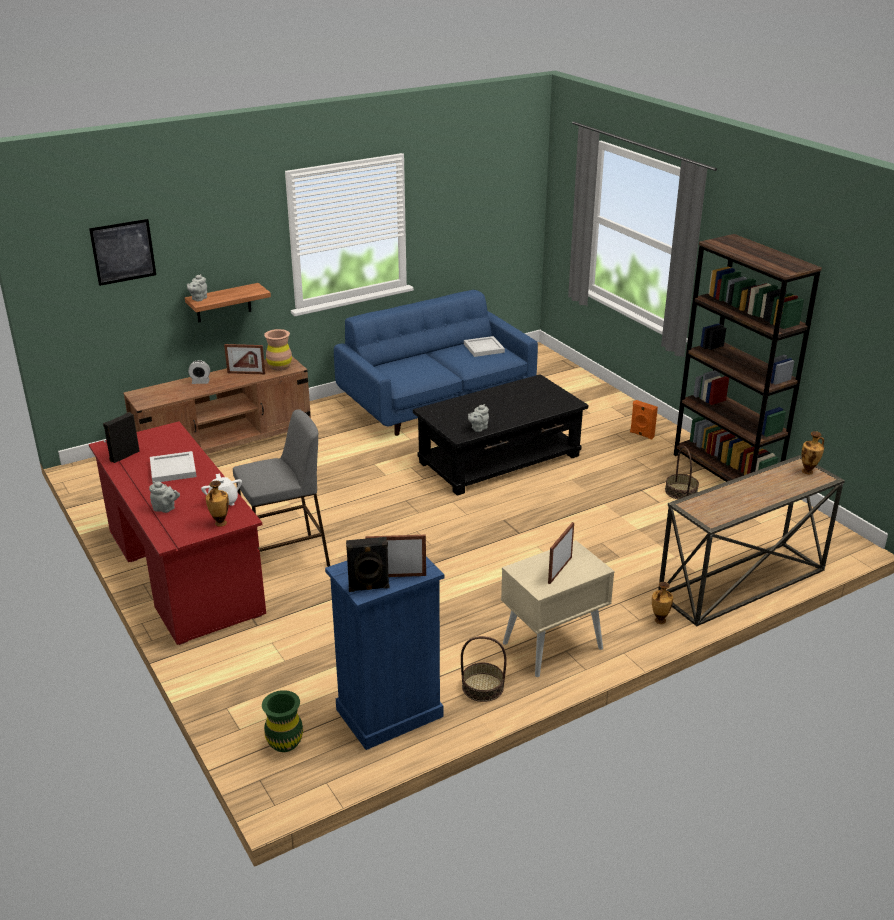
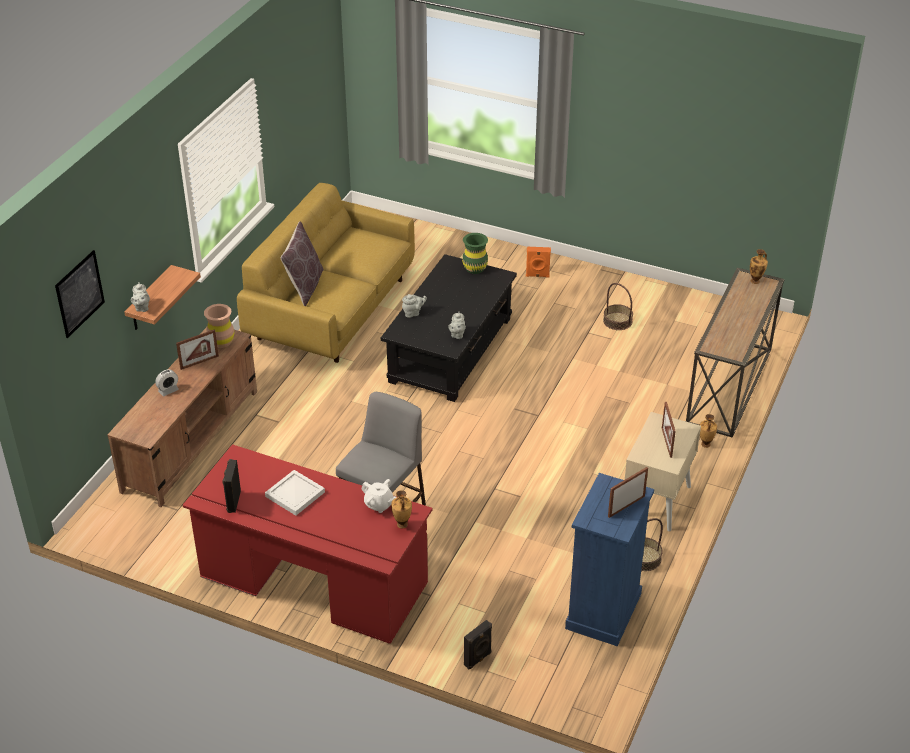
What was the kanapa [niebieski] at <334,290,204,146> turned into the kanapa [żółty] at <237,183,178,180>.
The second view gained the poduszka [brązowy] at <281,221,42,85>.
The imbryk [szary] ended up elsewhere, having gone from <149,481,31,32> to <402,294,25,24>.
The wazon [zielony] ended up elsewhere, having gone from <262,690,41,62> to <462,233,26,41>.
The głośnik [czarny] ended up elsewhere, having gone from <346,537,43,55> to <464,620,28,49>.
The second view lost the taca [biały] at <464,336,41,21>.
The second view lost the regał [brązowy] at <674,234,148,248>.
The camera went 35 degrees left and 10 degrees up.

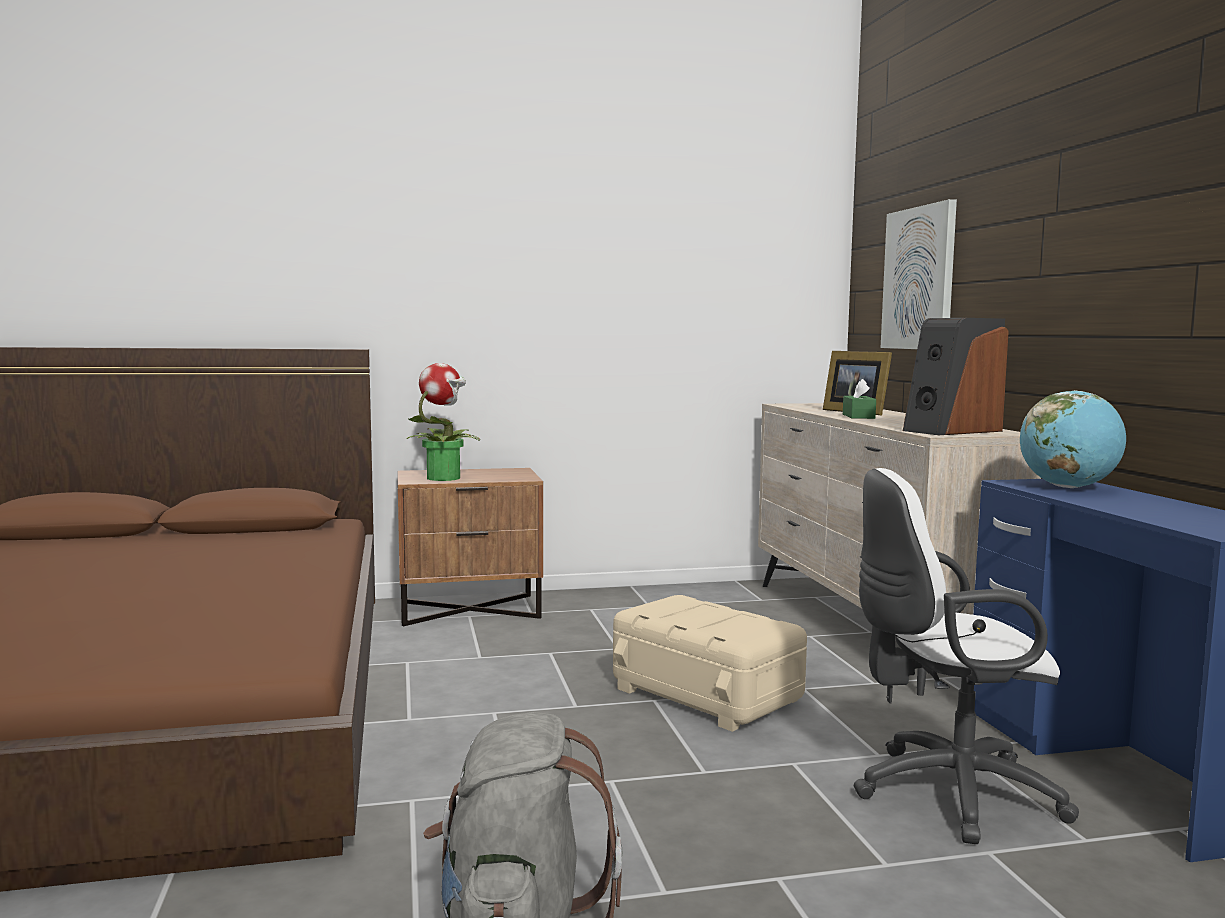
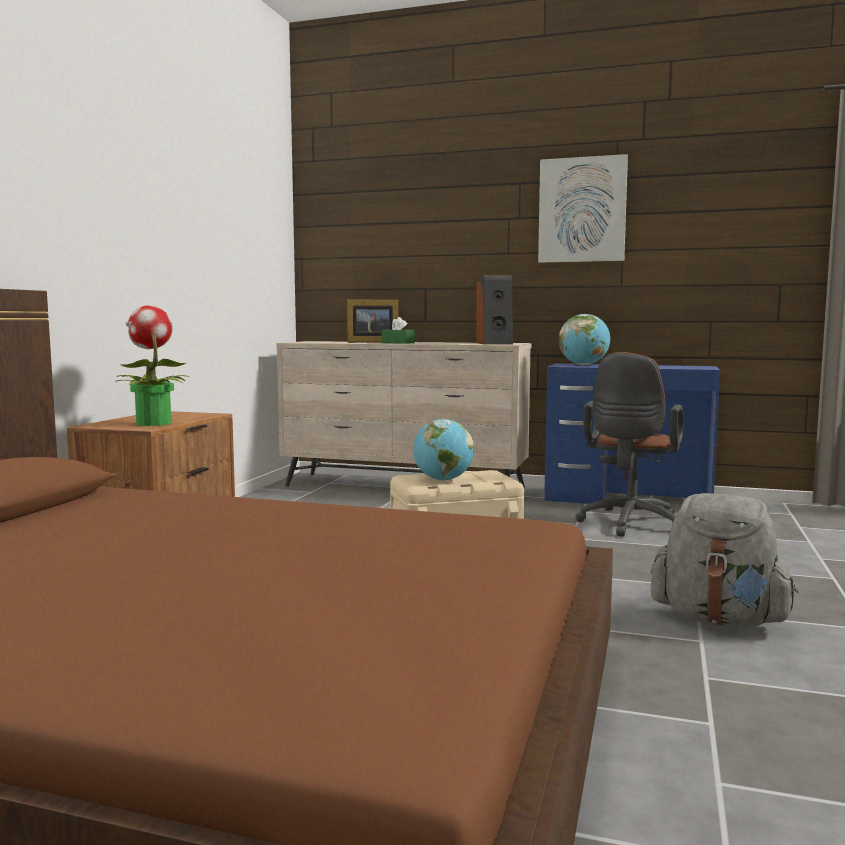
The second view gained the globus at <413,419,61,62>.
The obraz ended up elsewhere, having gone from <881,199,76,150> to <538,154,90,109>.
What was the krzesło biurowe [biały] at <854,468,225,376> turned into the krzesło biurowe [brązowy] at <575,352,109,185>.
The camera went 60 degrees left and 0 degrees up.

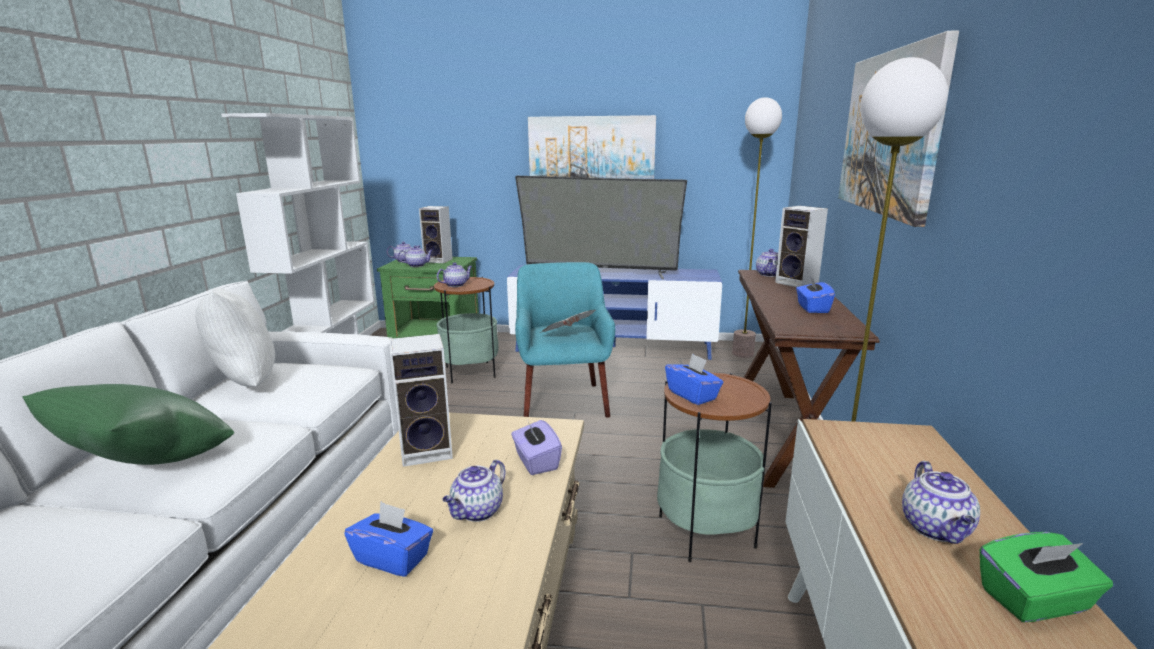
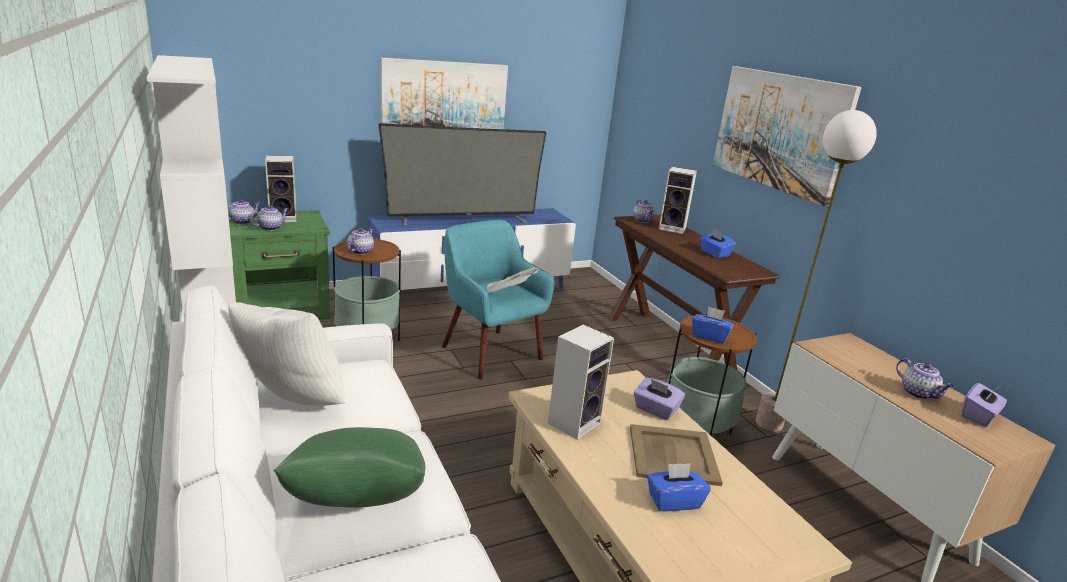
Where the imbryk stood at <442,460,64,62>, the taca [beżowy] came to stand at <630,424,93,62>.
What was the pudełko chusteczek [zielony] at <980,532,133,90> turned into the pudełko chusteczek [fioletowy] at <961,383,46,44>.
The second view lost the lampa stojąca at <732,97,50,261>.
The camera went 35 degrees left and 5 degrees up.

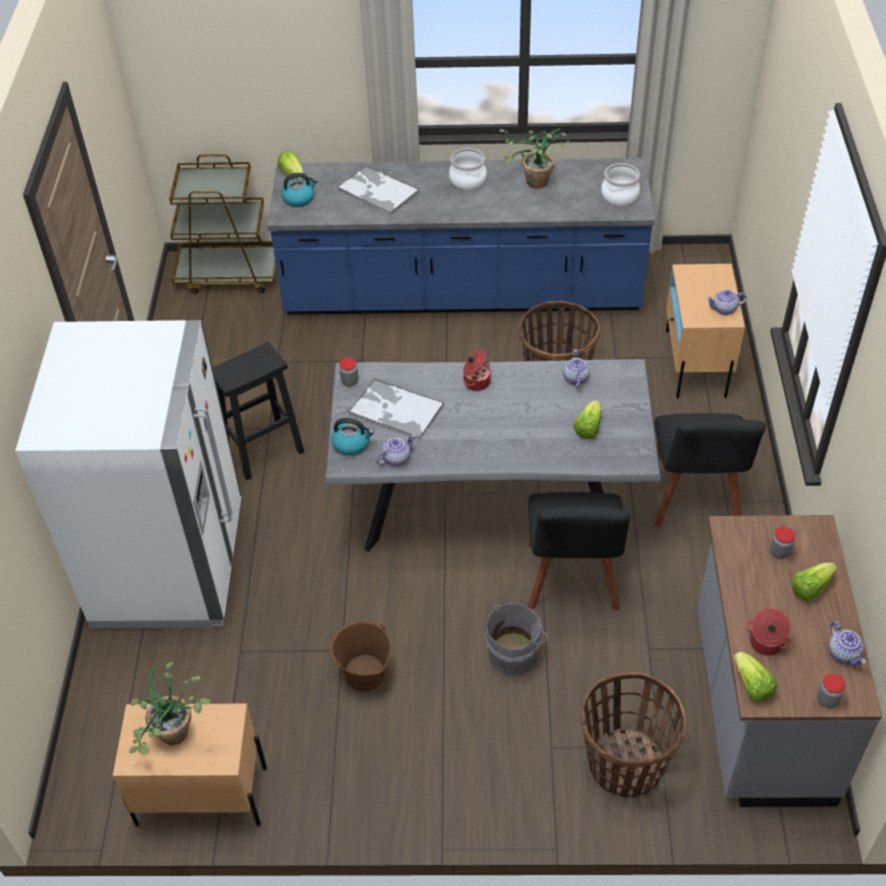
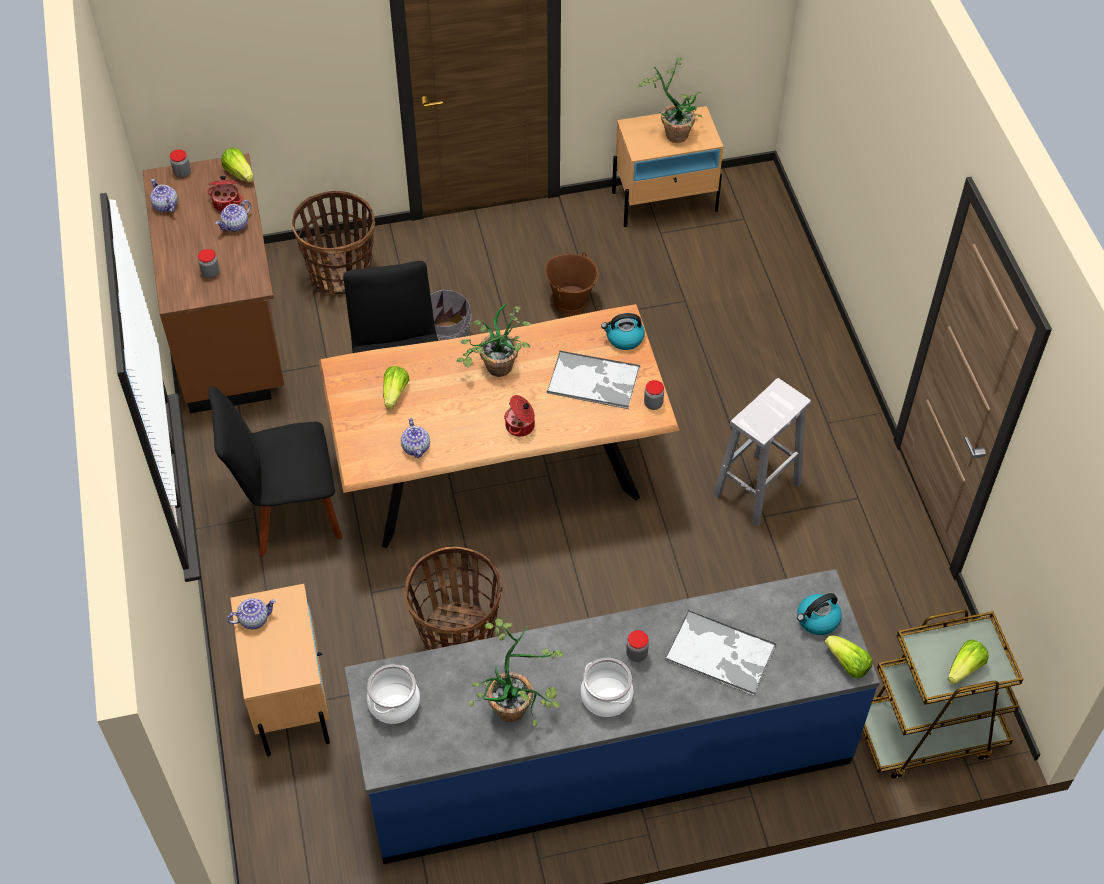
What was the zabudowa kuchenna [szary] at <697,515,185,292> turned into the zabudowa kuchenna [brązowy] at <143,154,141,259>.
The krzesło [czarny] at <654,413,112,114> ended up facing another way, 90 degrees counterclockwise from before.
The imbryk ended up elsewhere, having gone from <376,435,39,31> to <215,200,36,32>.
What was the stół jadalny [szary] at <324,359,338,193> turned into the stół jadalny [brązowy] at <319,304,361,244>.
The second view gained the roślina doniczkowa at <457,304,74,73>.
The second view gained the słoik at <626,630,23,32>.
What was the stołek [czarny] at <212,342,92,138> turned into the stołek [biały] at <713,378,98,149>.
The sałata ended up elsewhere, having gone from <791,562,46,40> to <948,640,41,44>.
The second view lost the lodówka [biały] at <16,320,225,309>.
The camera went 165 degrees right and 5 degrees up.

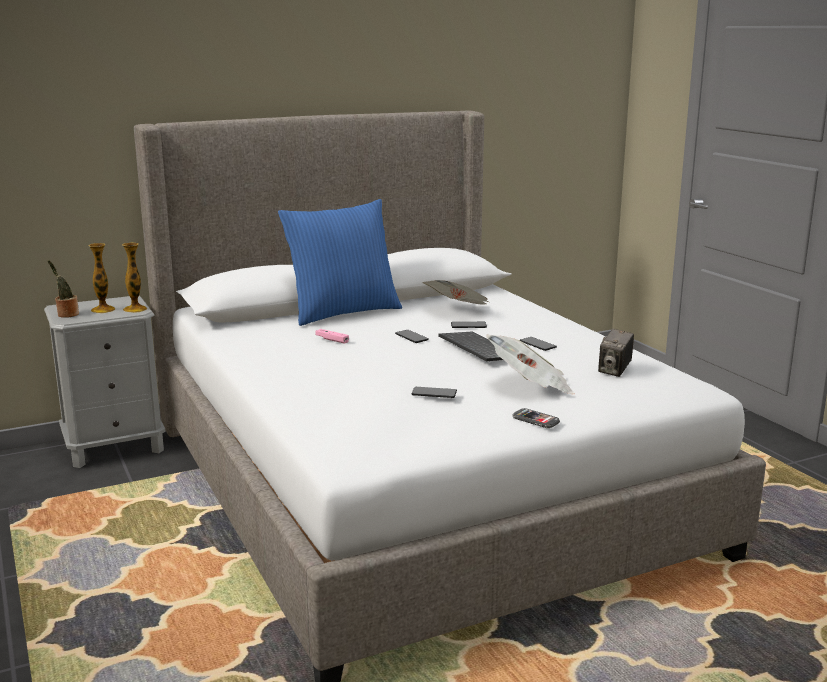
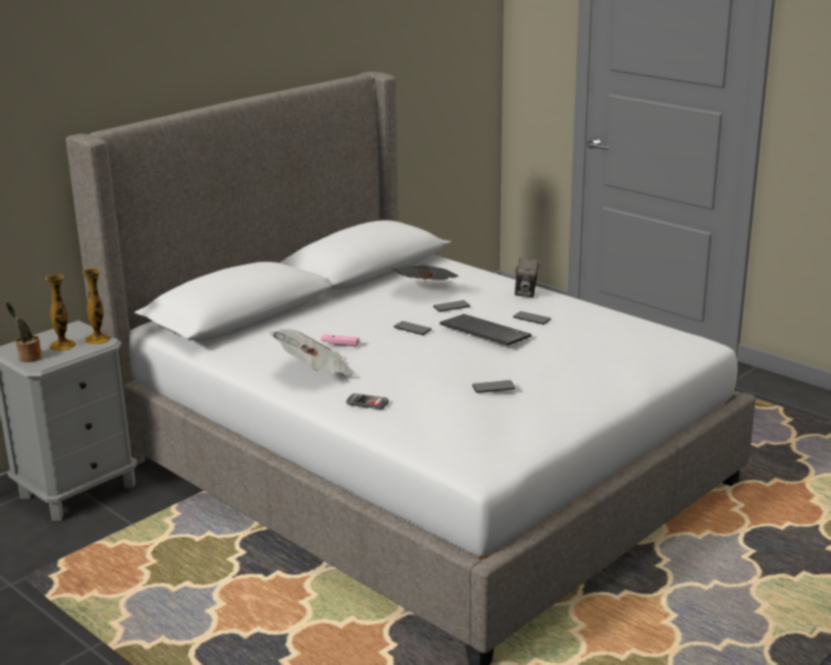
The gazeta ended up elsewhere, having gone from <486,334,88,60> to <269,329,88,47>.
The telefon ended up elsewhere, having gone from <512,408,48,20> to <346,393,43,16>.
The aparat fotograficzny ended up elsewhere, having gone from <598,329,36,48> to <515,258,24,39>.
The second view lost the poduszka [niebieski] at <278,199,124,127>.
The camera went 20 degrees left and 5 degrees up.

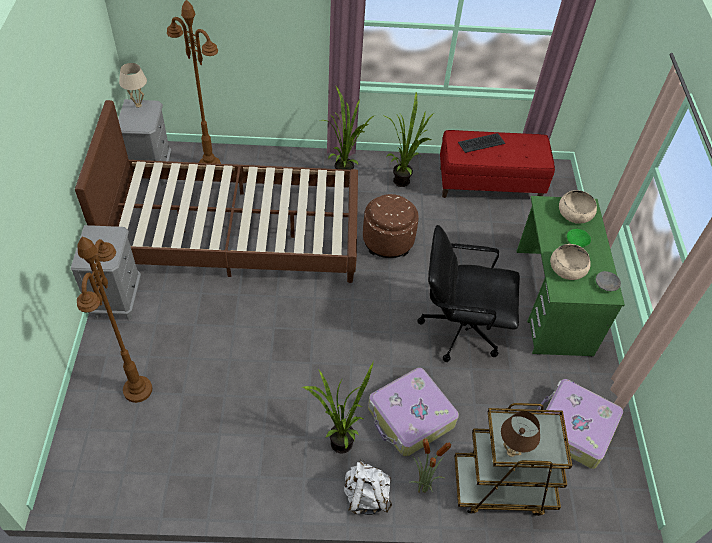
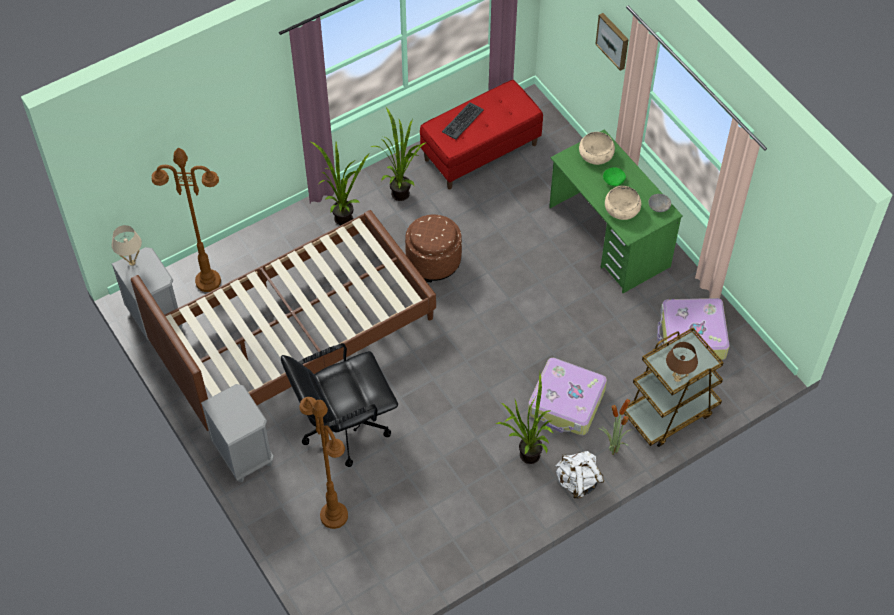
The krzesło biurowe [czarny] ended up elsewhere, having gone from <417,225,103,137> to <281,343,117,124>.
The second view gained the obraz at <595,13,34,58>.
The camera went 30 degrees left and 5 degrees up.

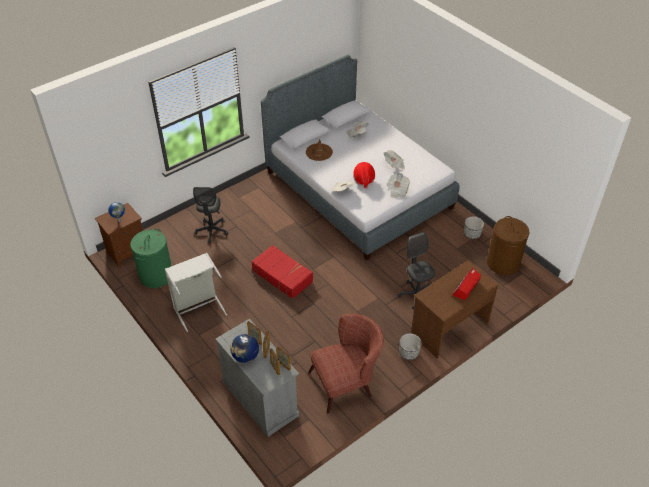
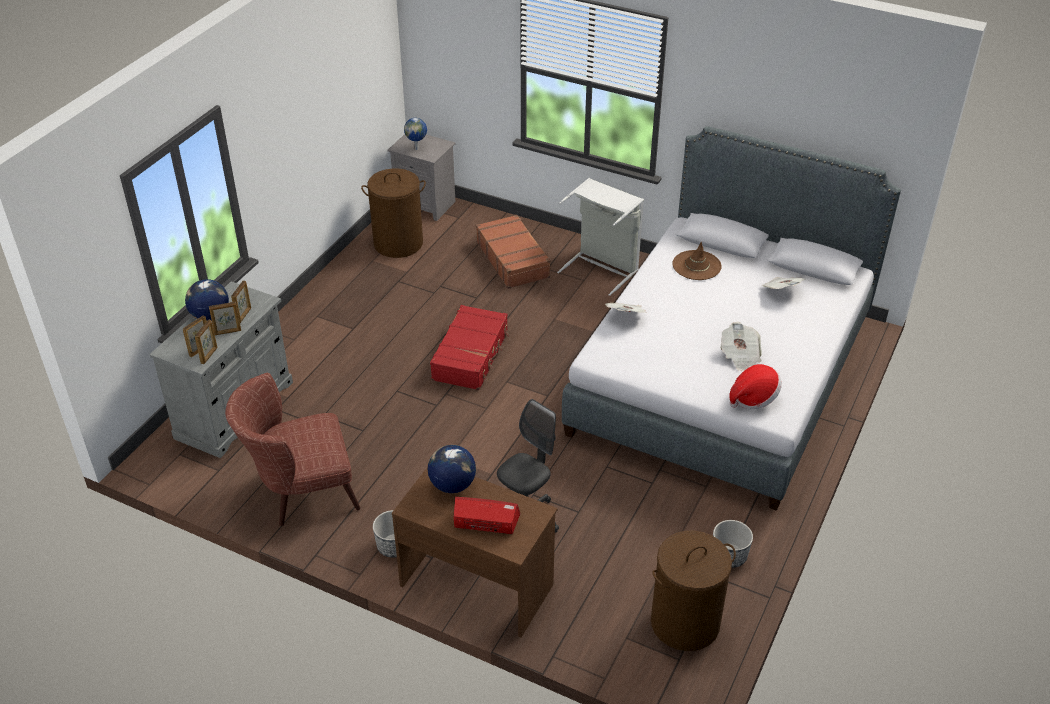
The fotel [brązowy] at <308,314,76,100> ended up facing another way, 120 degrees clockwise from before.
What was the kosz na pranie [zielony] at <130,228,42,60> turned into the kosz na pranie [brązowy] at <361,169,65,89>.
What was the szafka nocna [brązowy] at <95,203,48,64> turned into the szafka nocna [szary] at <387,134,68,87>.
The second view gained the globus at <428,445,48,48>.
Where the krzesło biurowe [szary] stood at <193,187,35,56>, the walizka [brązowy] came to stand at <476,215,75,74>.
The kosz na pranie [szary] ended up elsewhere, having gone from <165,253,62,79> to <557,178,87,118>.
The kapelusz ended up elsewhere, having gone from <353,162,22,27> to <729,364,53,46>.
The second view lost the gazeta at <387,173,23,25>.
The camera went 65 degrees right and 5 degrees down.

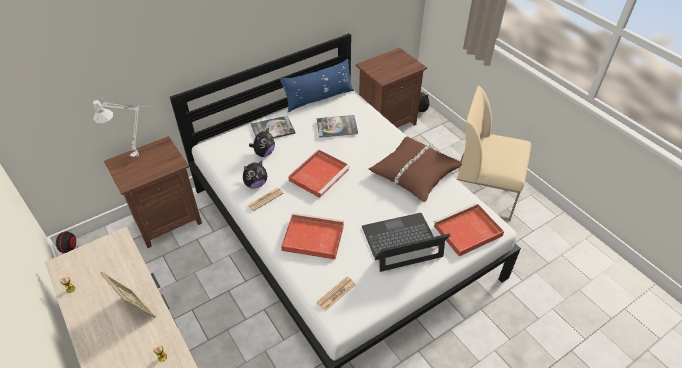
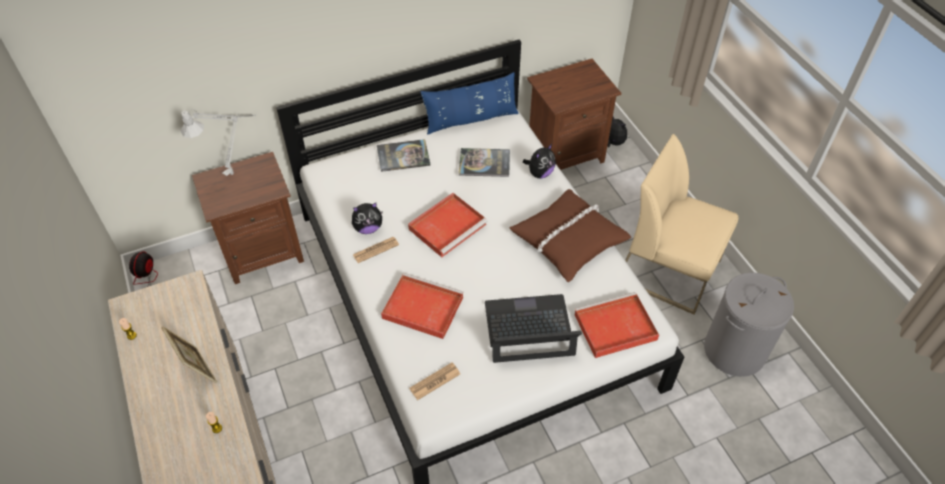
The pluszak ended up elsewhere, having gone from <249,128,26,29> to <523,144,33,35>.
The second view gained the kosz na pranie [szary] at <704,273,90,104>.
The camera went 10 degrees right and 5 degrees up.

